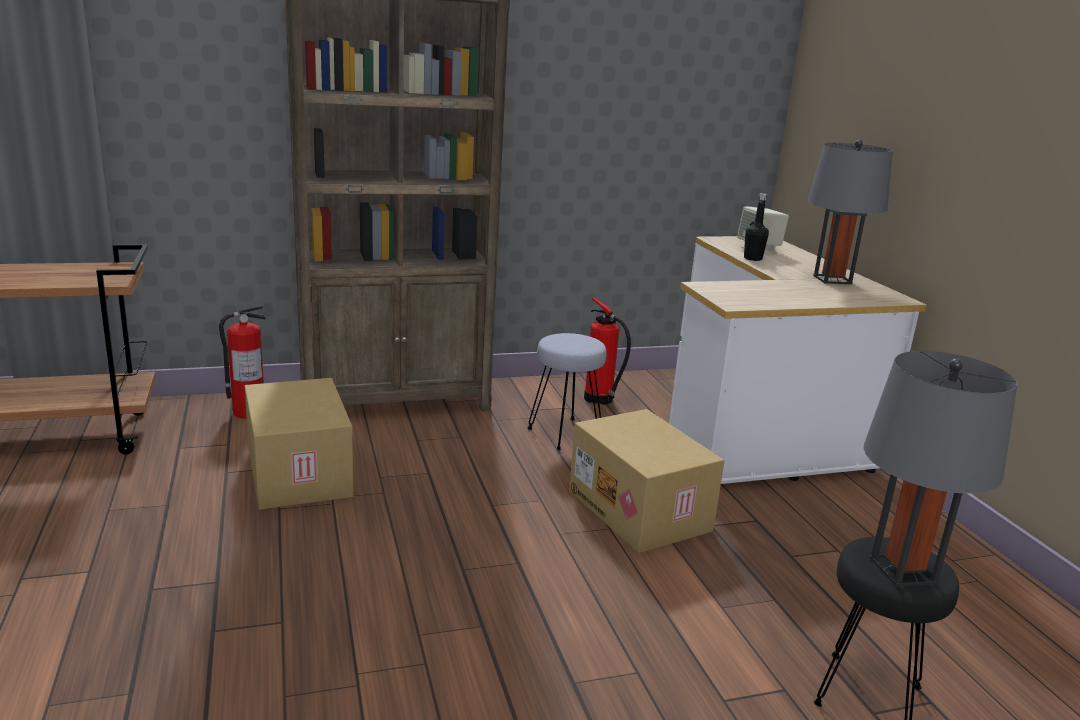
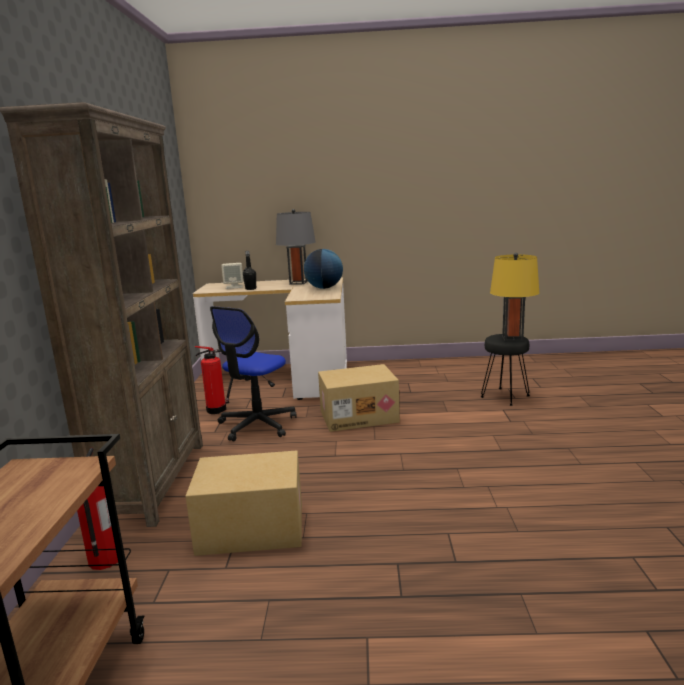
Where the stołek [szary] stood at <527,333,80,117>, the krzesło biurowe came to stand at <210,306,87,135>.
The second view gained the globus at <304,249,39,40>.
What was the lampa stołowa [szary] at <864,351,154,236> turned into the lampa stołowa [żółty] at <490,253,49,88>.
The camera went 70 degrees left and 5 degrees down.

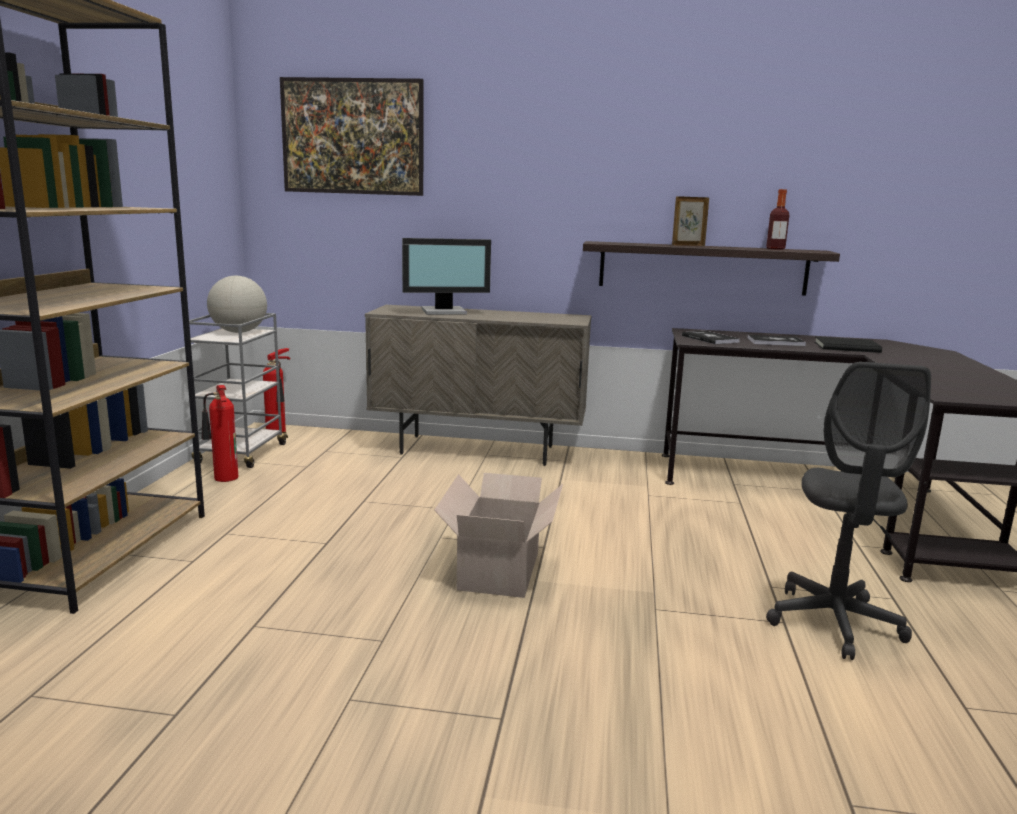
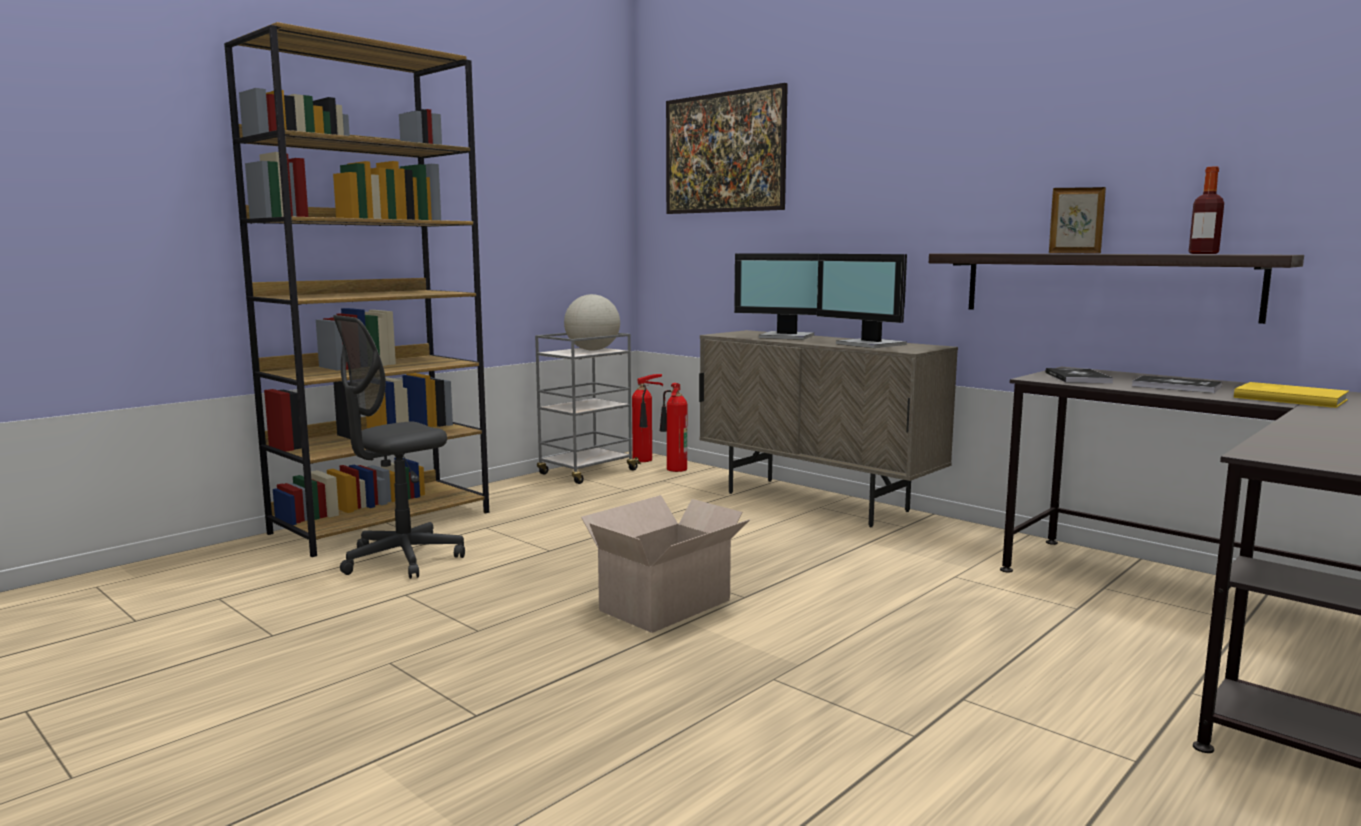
The krzesło biurowe [szary] ended up elsewhere, having gone from <766,362,165,298> to <333,315,132,264>.
The gaśnica ended up elsewhere, having gone from <202,385,36,97> to <660,383,27,89>.
The second view gained the monitor at <817,254,90,94>.
What was the książka [czarny] at <815,336,67,17> turned into the książka [żółty] at <1234,382,115,26>.
The camera went 35 degrees right and 5 degrees down.

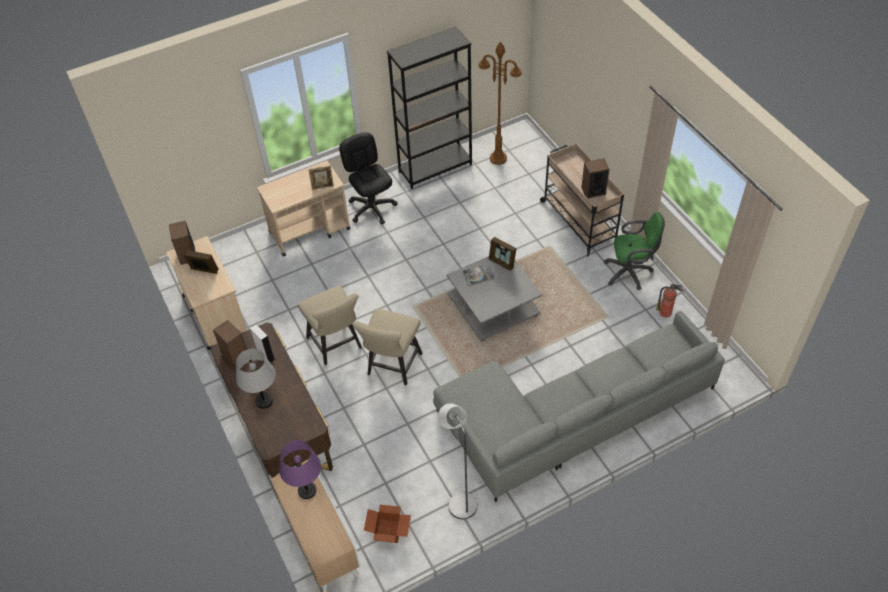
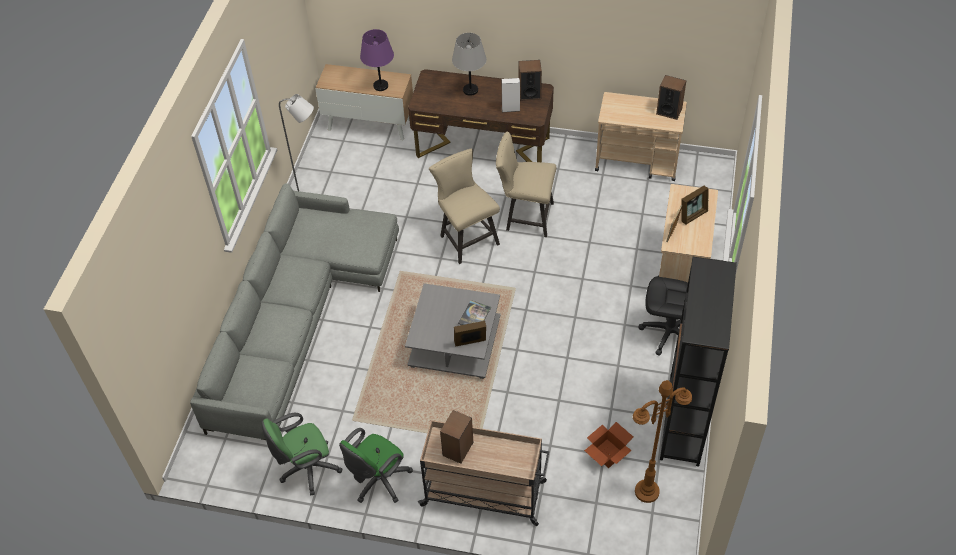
Where the gaśnica stood at <656,284,27,33>, the krzesło biurowe [zielony] came to stand at <262,413,81,82>.
The karton ended up elsewhere, having gone from <364,505,47,38> to <584,422,49,46>.
The ramka na zdjęcie ended up elsewhere, having gone from <183,250,35,24> to <681,186,28,39>.
The camera went 130 degrees right and 0 degrees up.

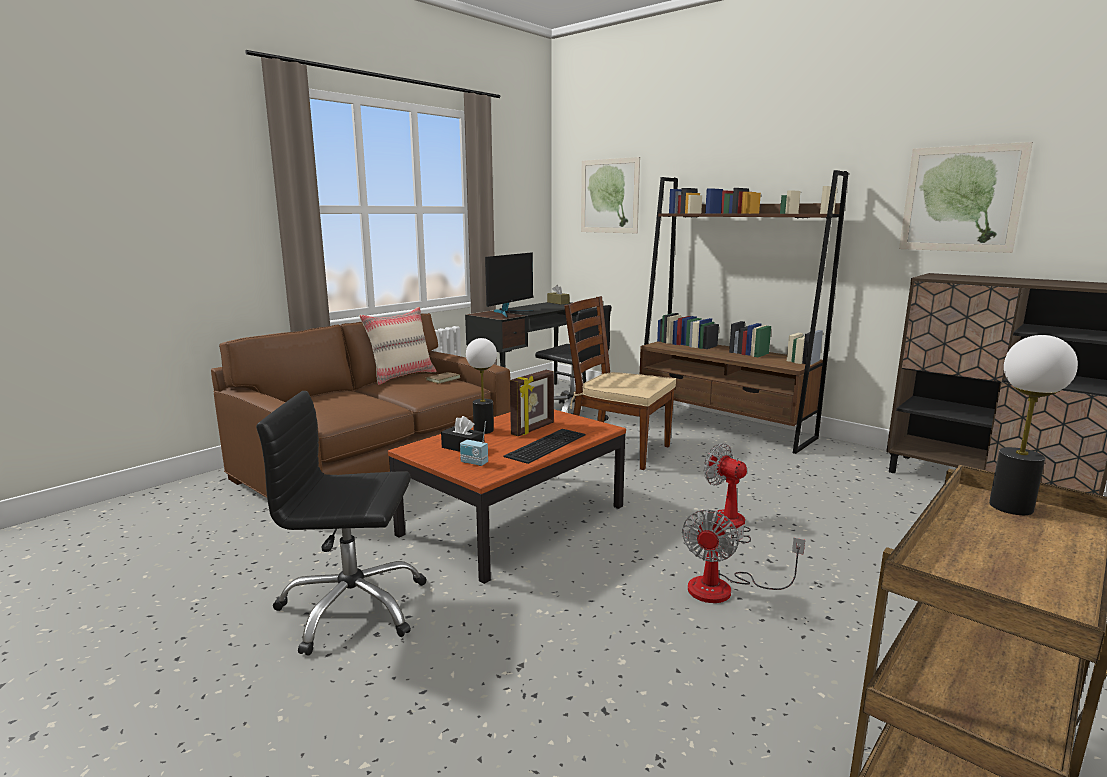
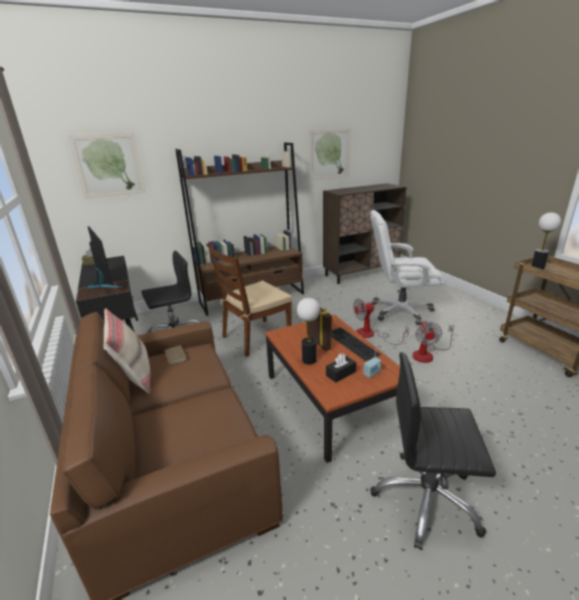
The second view gained the krzesło biurowe [biały] at <370,210,75,115>.
The krzesło biurowe [czarny] at <256,391,170,265> ended up facing another way, 75 degrees clockwise from before.
The wentylator at <682,509,123,94> ended up facing another way, 45 degrees clockwise from before.
The camera went 65 degrees left and 10 degrees up.

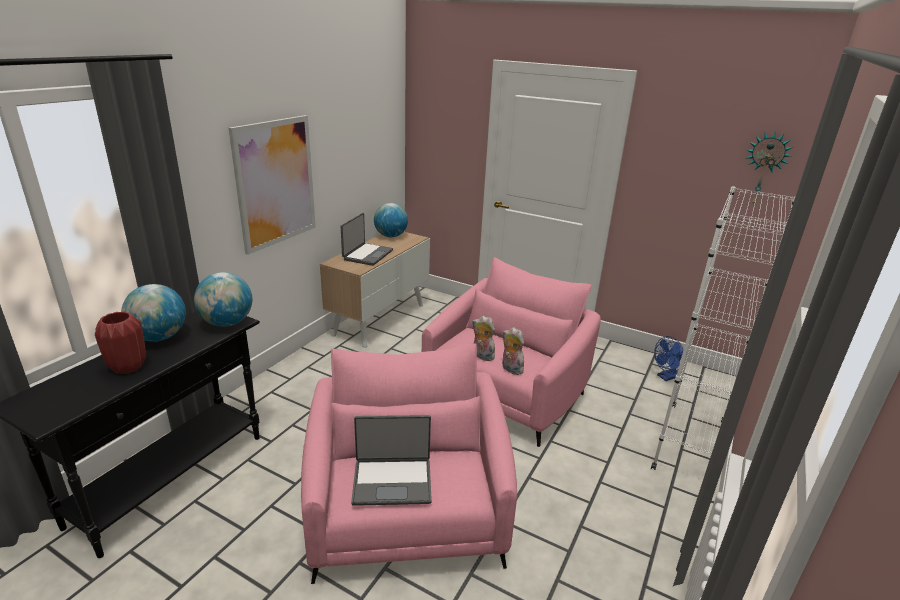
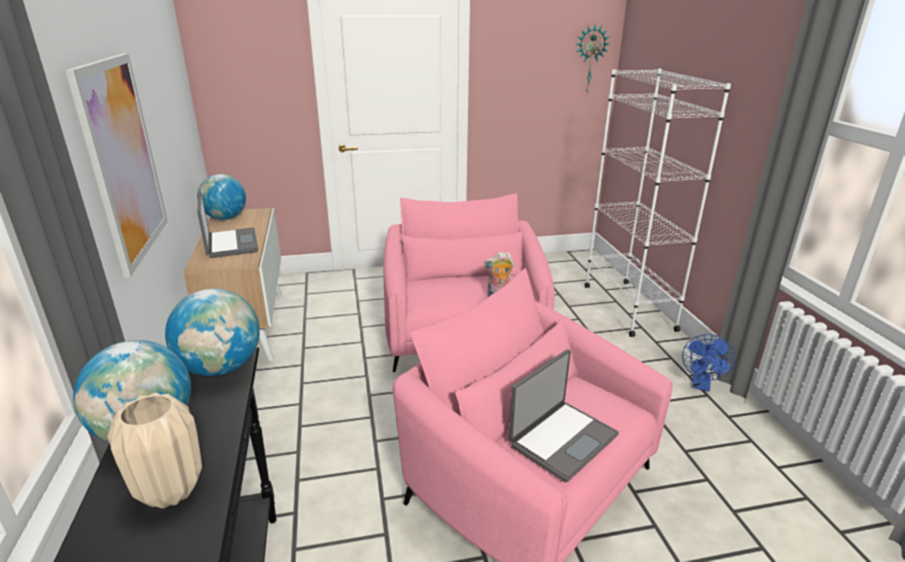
What was the wazon [czerwony] at <95,311,51,63> turned into the wazon [beżowy] at <107,393,95,116>.
The wentylator [niebieski] ended up elsewhere, having gone from <654,336,29,45> to <682,334,54,58>.
The second view lost the pluszak at <472,316,23,45>.
The camera went 40 degrees left and 0 degrees up.

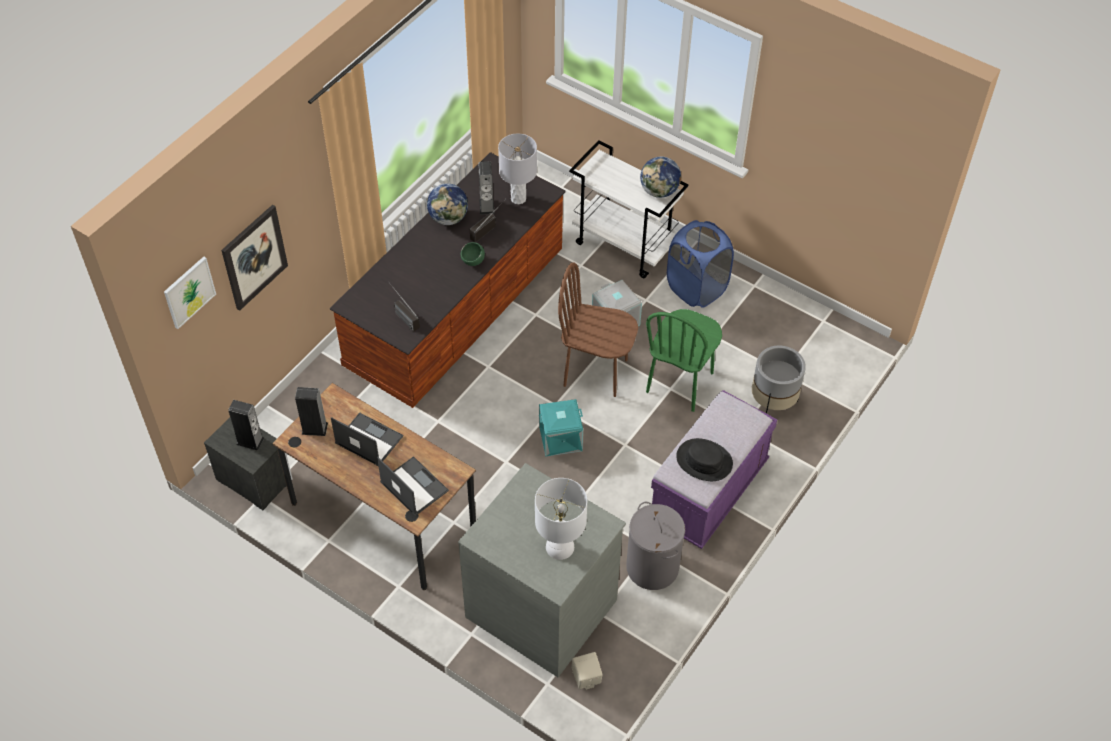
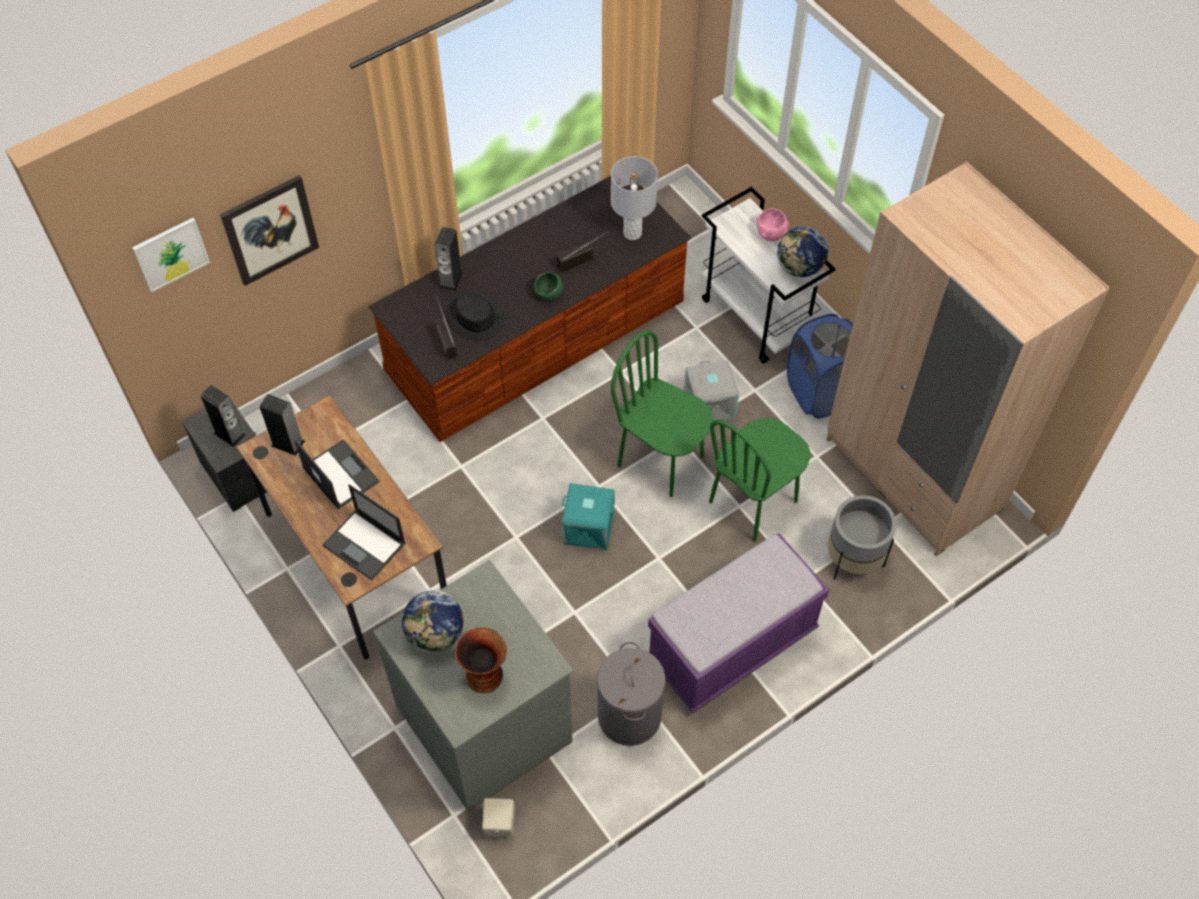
The laptop at <377,456,72,60> ended up facing another way, 150 degrees clockwise from before.
The globus ended up elsewhere, having gone from <427,183,41,42> to <402,590,62,63>.
The głośnik ended up elsewhere, having gone from <478,161,17,54> to <434,227,29,64>.
The kapelusz [czarny] ended up elsewhere, having gone from <676,438,57,43> to <446,291,58,49>.
Where the lampa stołowa [biały] stood at <535,478,52,82>, the wazon came to stand at <455,627,52,66>.
What was the krzesło [brązowy] at <558,262,80,135> turned into the krzesło [zielony] at <611,330,103,167>.
The second view gained the miska [różowy] at <757,208,32,34>.
The second view gained the szafa [beżowy] at <826,161,284,395>.
The camera went 20 degrees right and 5 degrees up.

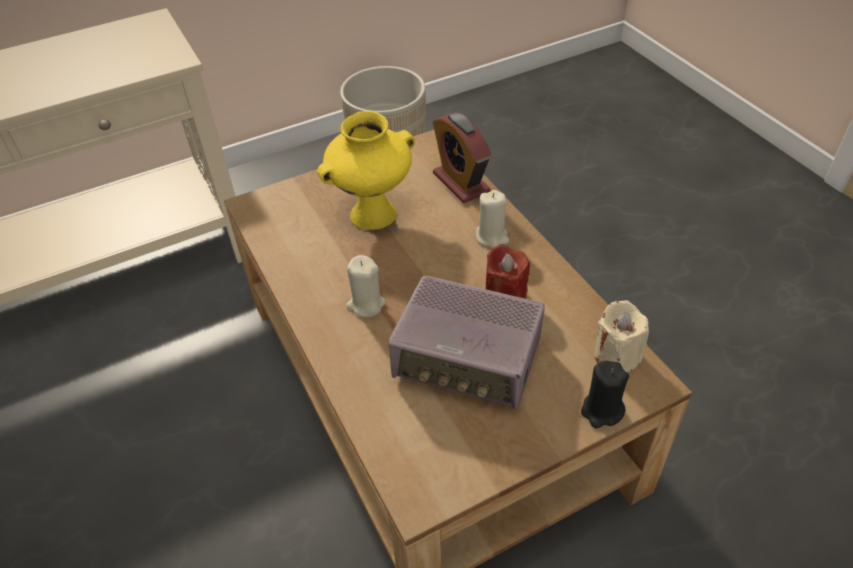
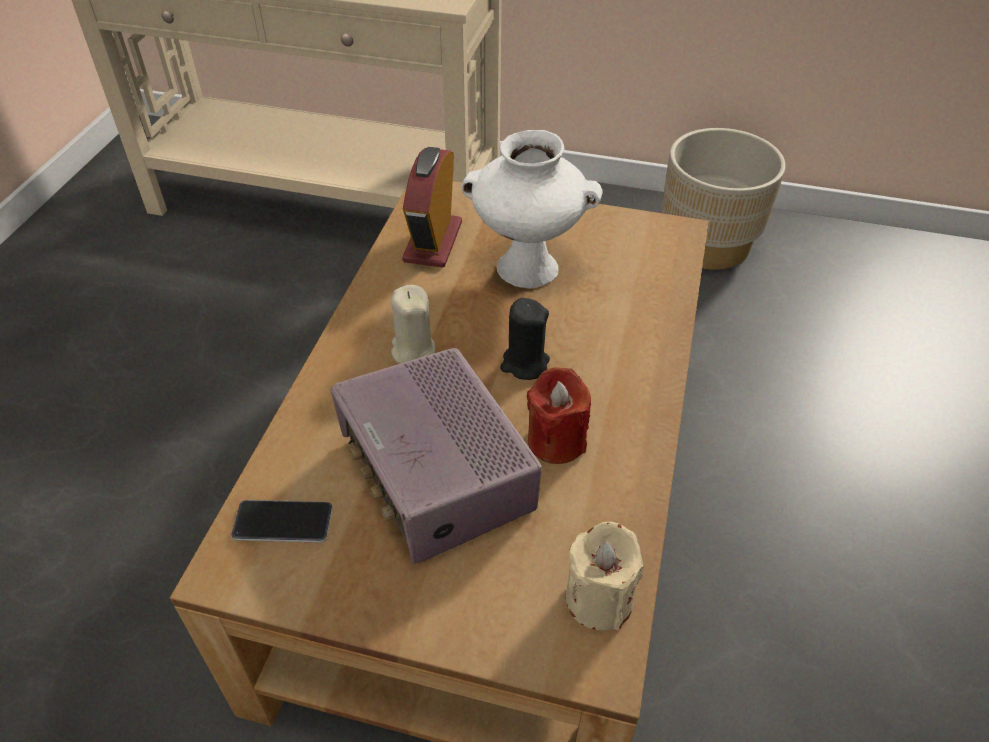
The second view gained the telefon at <231,500,102,43>.
The budzik ended up elsewhere, having gone from <433,112,58,91> to <402,147,60,121>.
What was the wazon [żółty] at <317,111,98,119> turned into the wazon [biały] at <461,130,142,158>.
The świeca [czarny] ended up elsewhere, having gone from <581,361,48,68> to <500,298,50,82>.
The second view lost the świeca [beżowy] at <476,190,33,58>.
The camera went 40 degrees right and 0 degrees up.

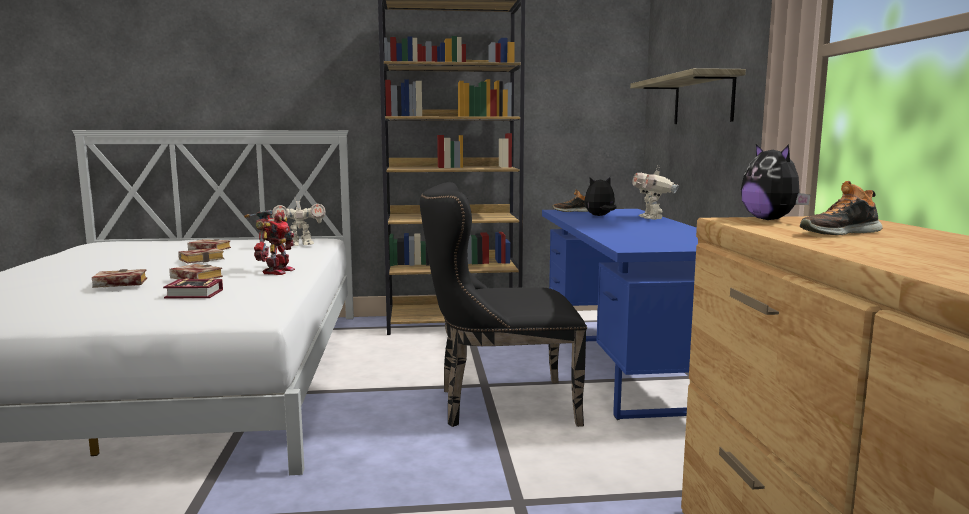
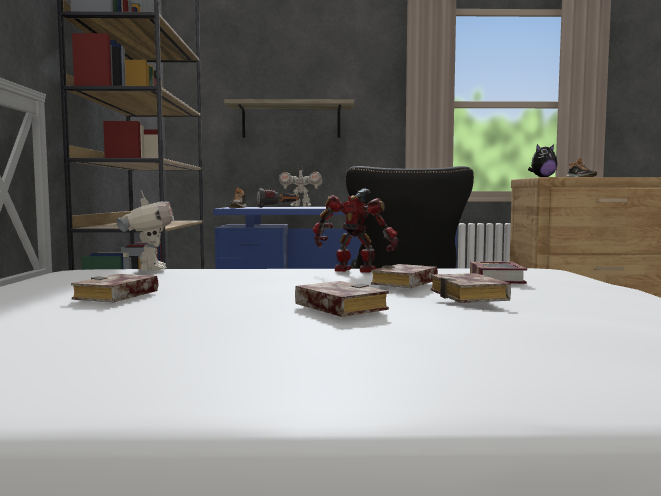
Where the pluszak stood at <584,177,33,39>, the latarka came to stand at <257,188,42,20>.
The książka ended up elsewhere, having gone from <178,248,46,15> to <295,281,94,36>.
The camera went 85 degrees left and 5 degrees down.

